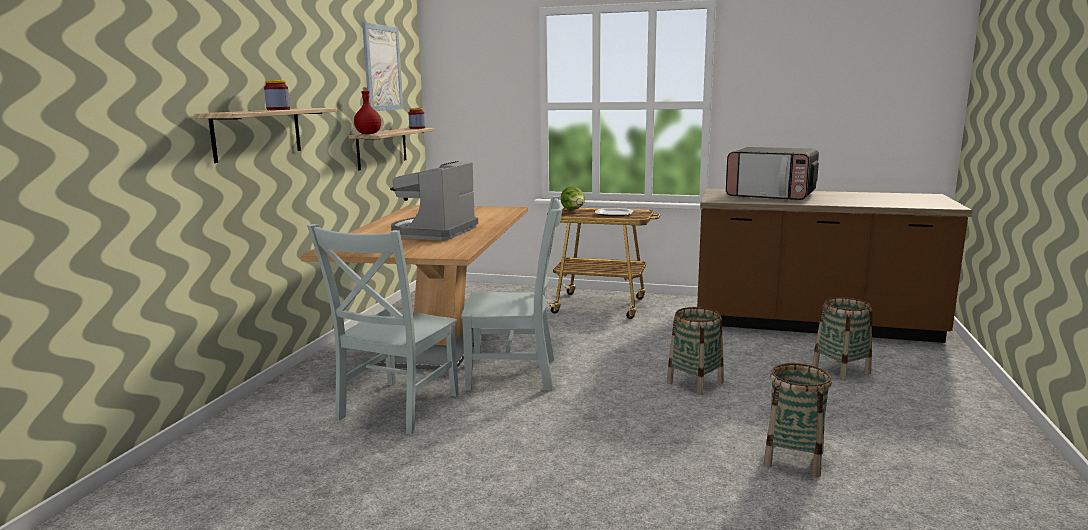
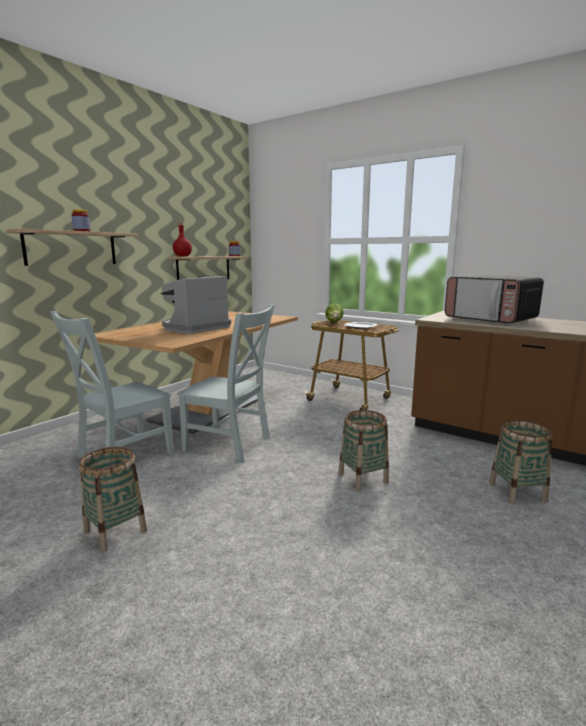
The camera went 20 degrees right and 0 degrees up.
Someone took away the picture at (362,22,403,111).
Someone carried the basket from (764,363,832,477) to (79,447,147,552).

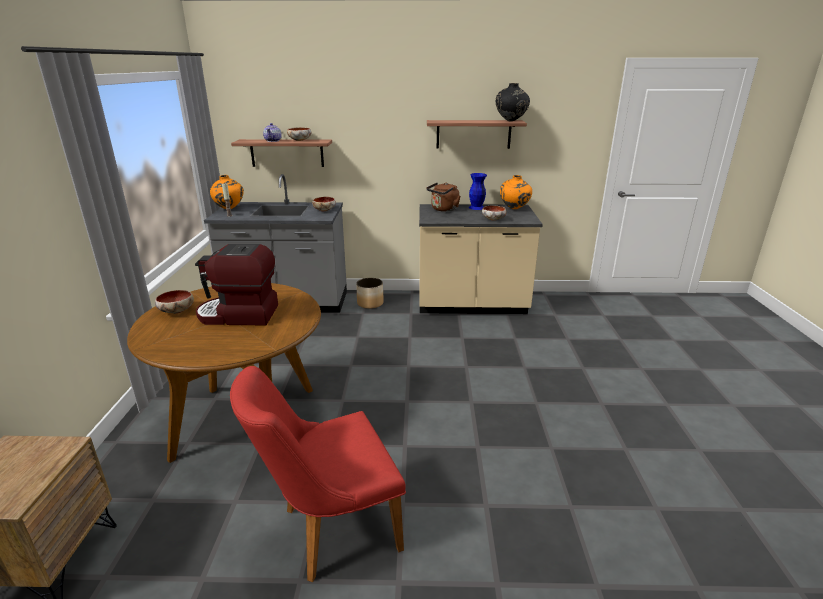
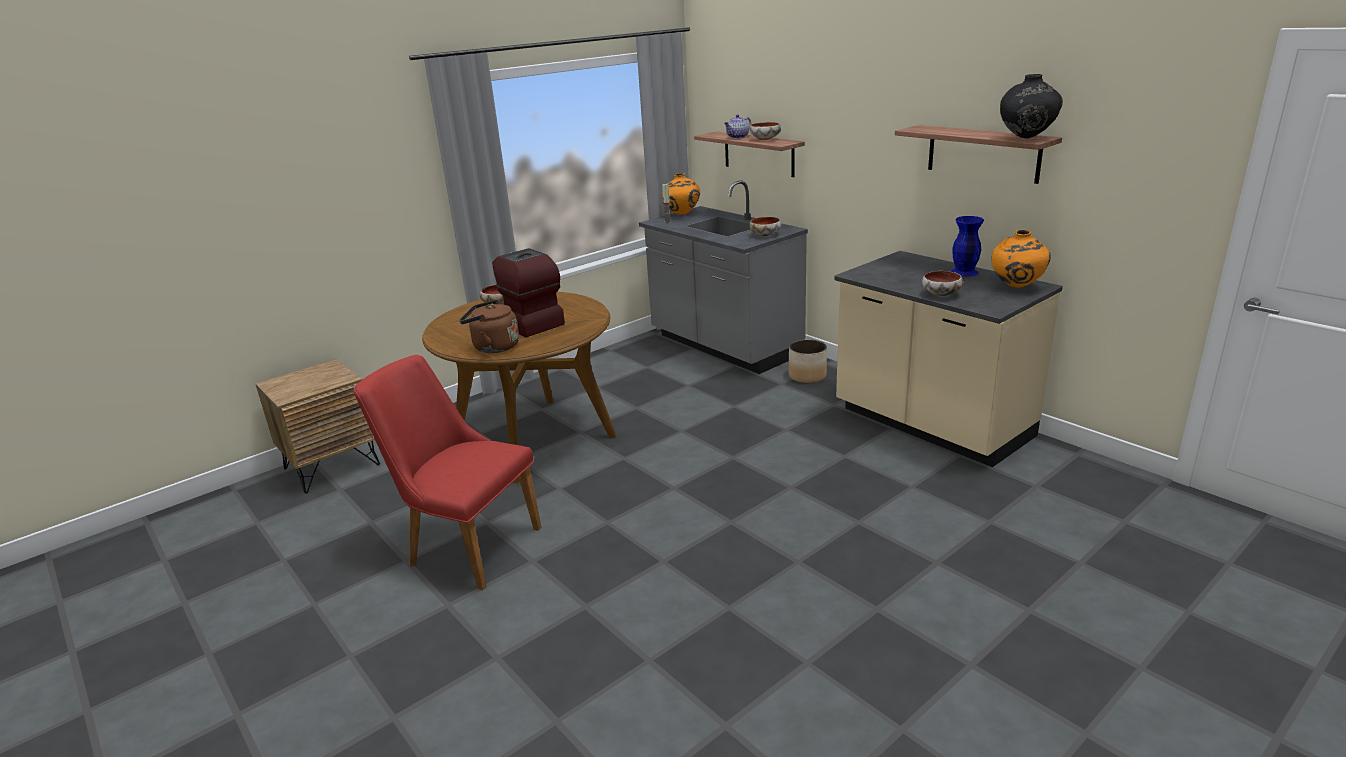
The camera went 50 degrees right and 0 degrees up.
Someone carried the brown kettle from (426,182,460,212) to (459,300,519,353).

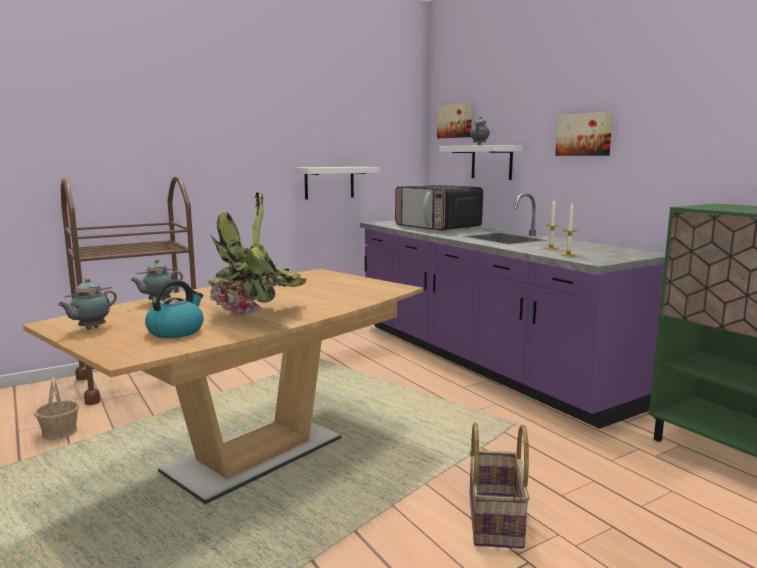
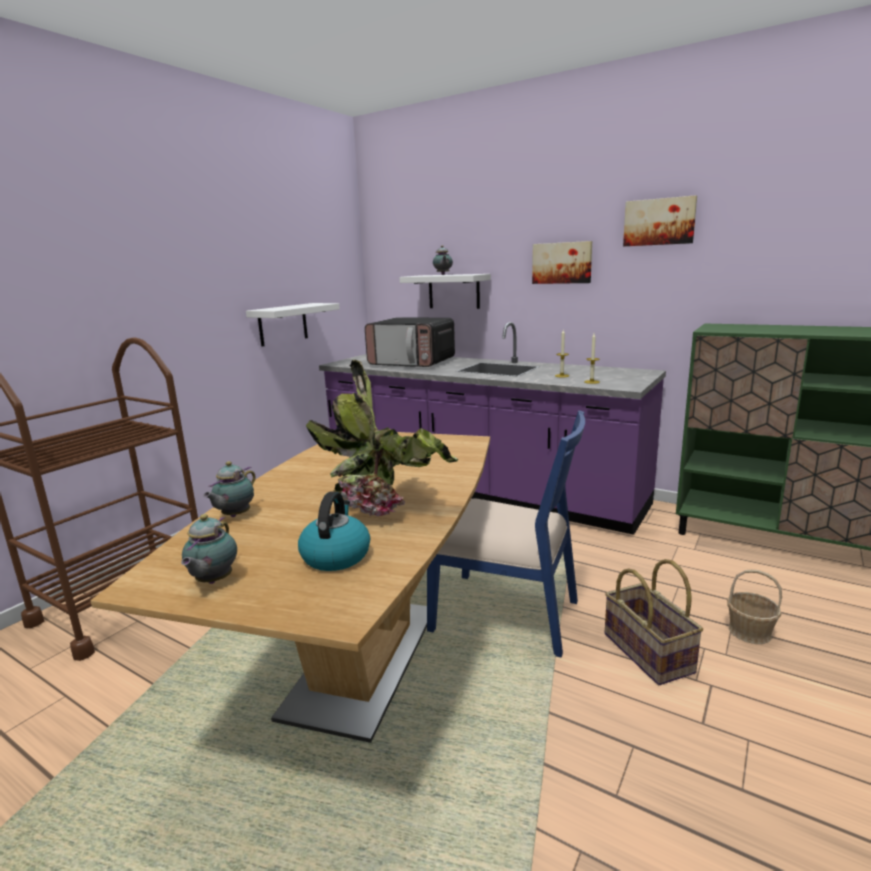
The camera went 25 degrees left and 5 degrees up.
Someone carried the picture from (437,103,472,138) to (623,195,697,246).
Someone carried the basket from (34,377,79,440) to (727,570,782,644).
Someone put down the blue chair at (427,410,585,658).

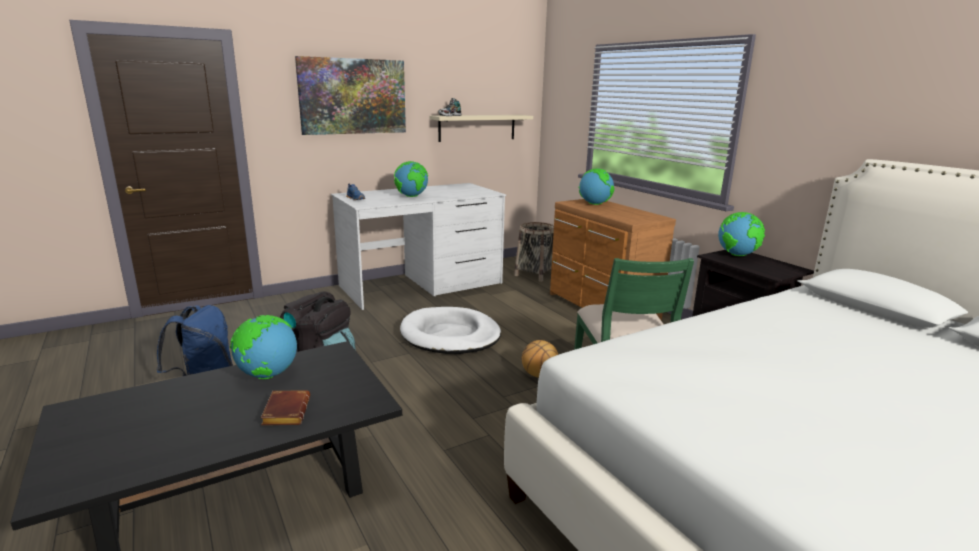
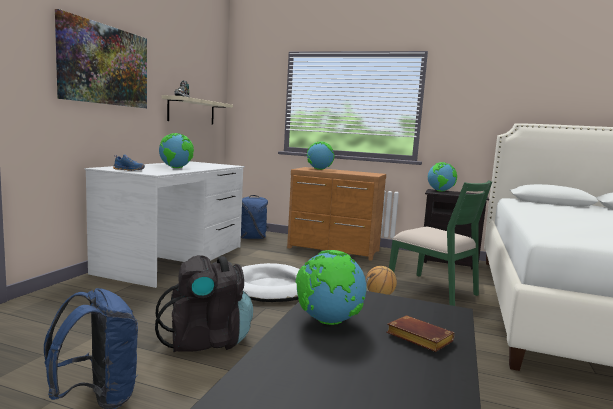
The camera went 40 degrees left and 10 degrees down.
Someone swapped the basket at (514,222,554,282) for the blue backpack at (241,195,269,239).

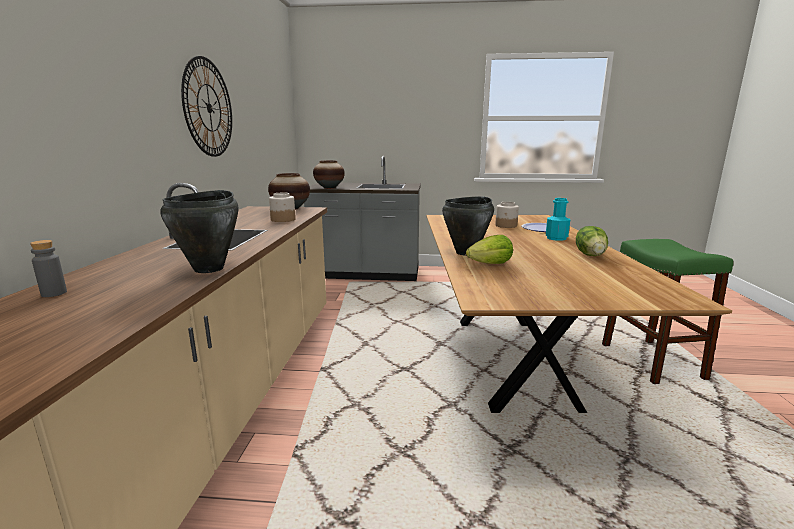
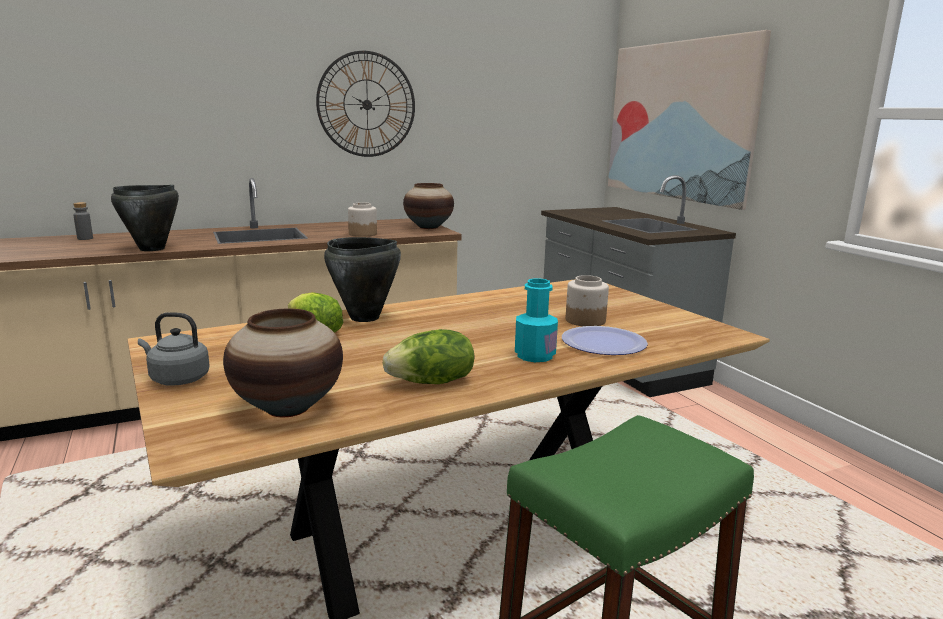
The camera went 60 degrees right and 0 degrees up.
Someone carried the vase from (313,161,345,189) to (223,309,343,417).
Someone put up the picture at (608,30,771,210).
Someone put down the grey kettle at (138,312,210,386).

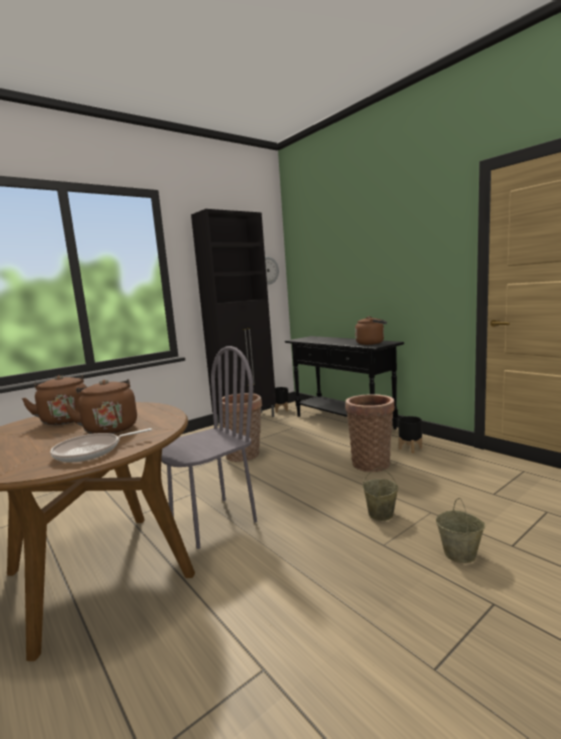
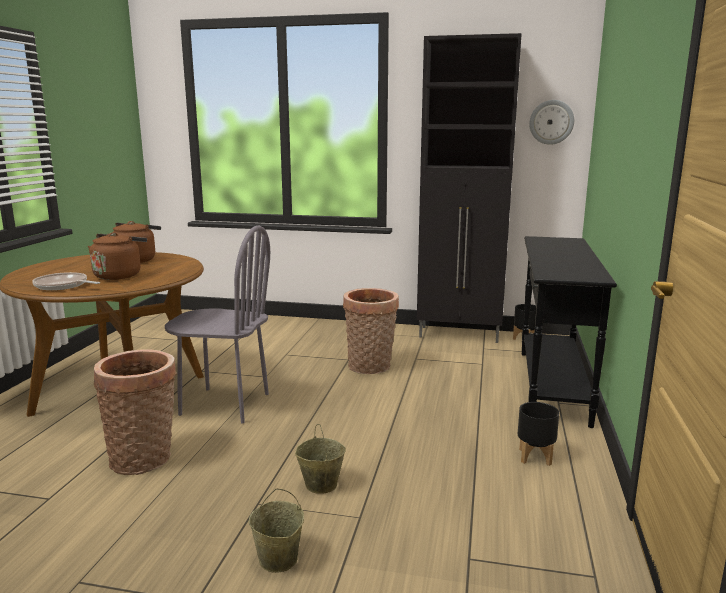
The camera went 50 degrees right and 5 degrees up.
Someone took away the brown kettle at (355,316,387,345).
Someone carried the basket from (345,394,395,472) to (94,350,177,475).

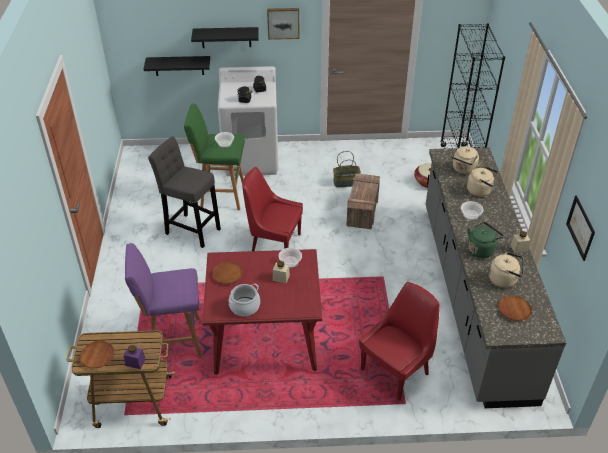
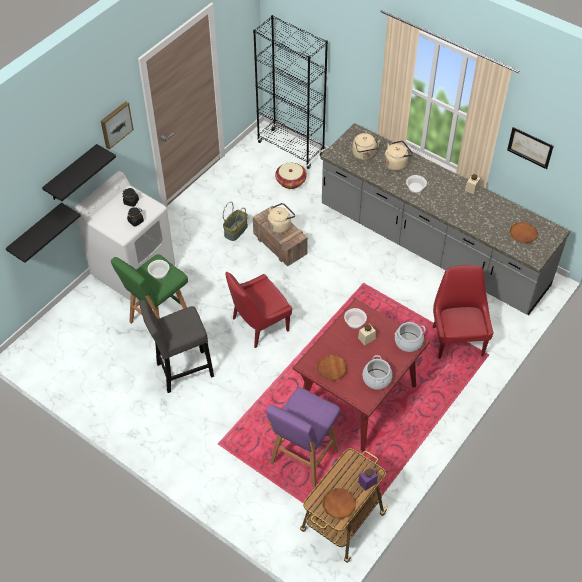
The camera went 50 degrees left and 10 degrees up.
Someone took away the green kettle at (467,222,504,258).
Someone carried the beige kettle from (489,252,524,288) to (268,203,295,233).
Someone put down the cooking pot at (395,322,426,352).

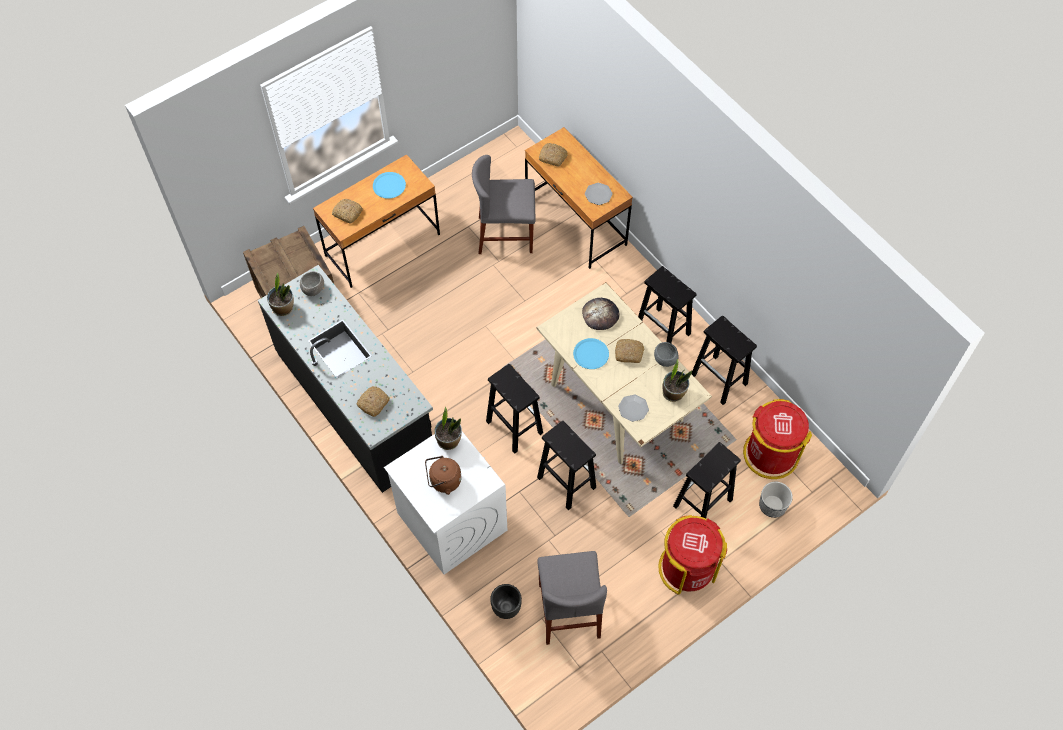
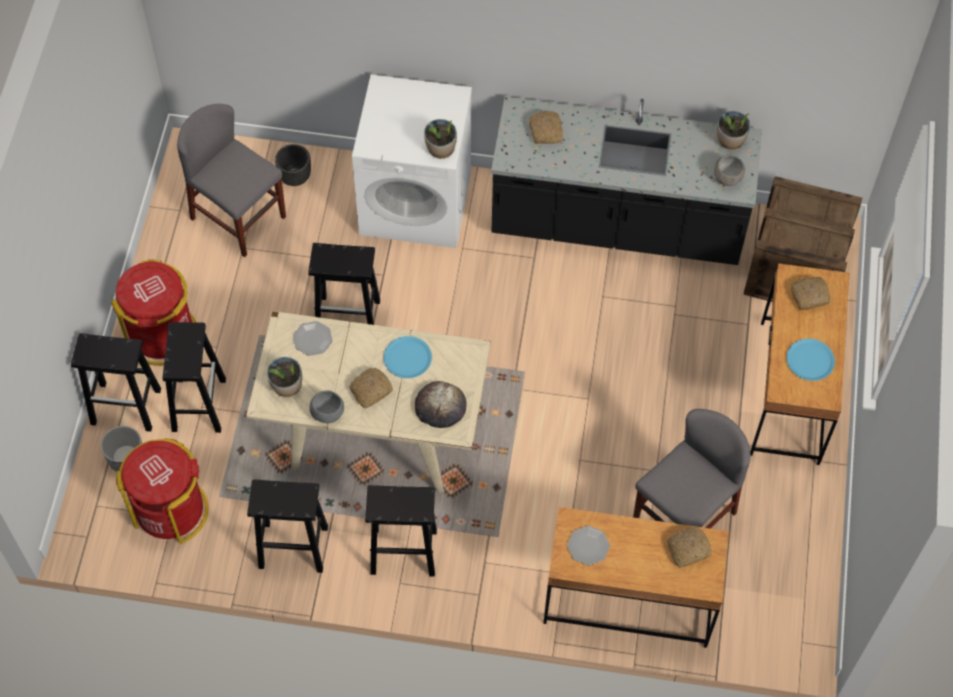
The camera went 135 degrees right and 0 degrees up.
Someone carried the black stool from (486,364,543,454) to (71,333,161,432).
Someone took away the brown kettle at (425,456,462,495).

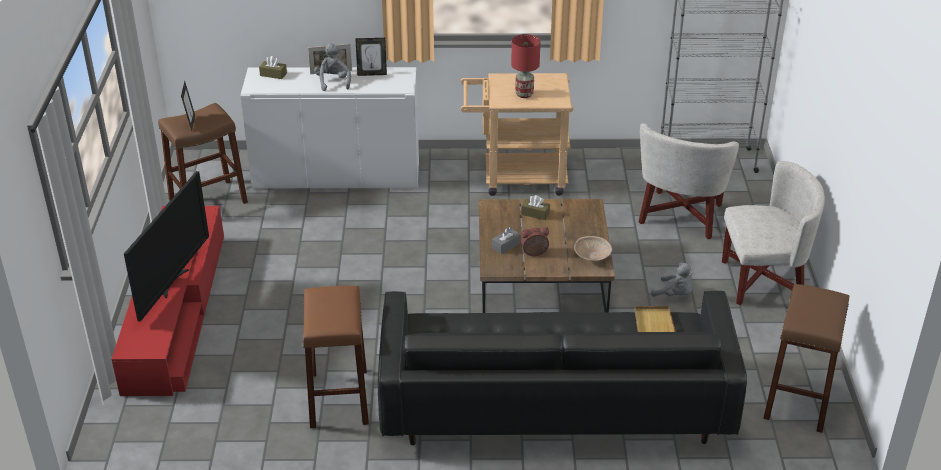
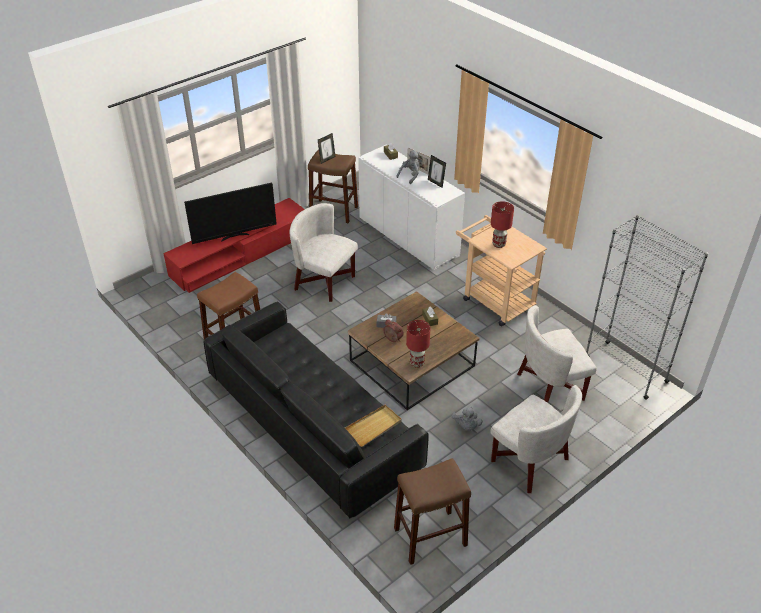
The camera went 50 degrees right and 5 degrees up.
Someone swapped the beige bowl at (574,236,612,261) for the red table lamp at (406,320,430,368).
Someone put down the white armchair at (290,203,358,302).

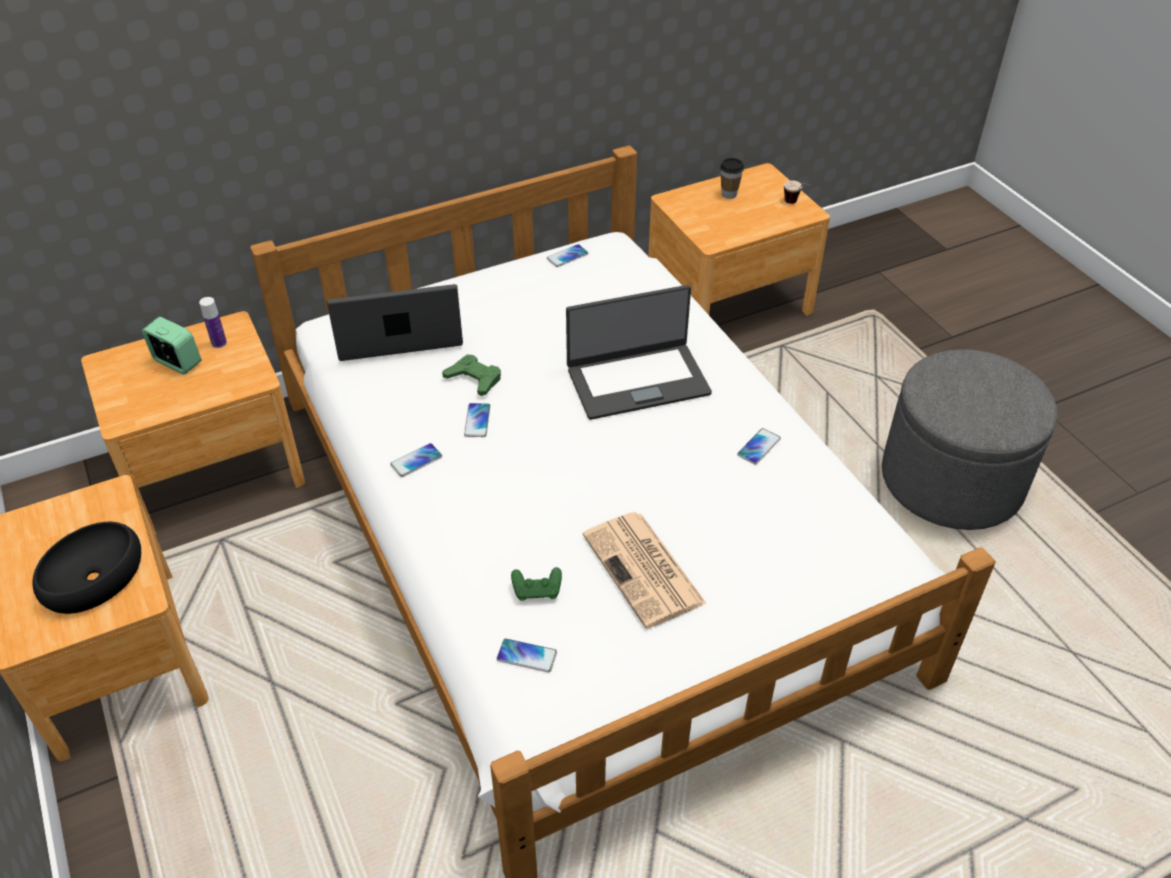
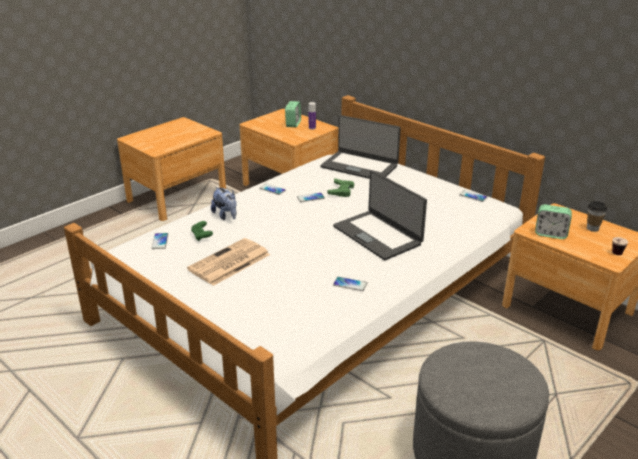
The camera went 70 degrees right and 15 degrees down.
Someone rotated the laptop at (327,284,463,361) by 150 degrees clockwise.
Someone took away the black bowl at (32,522,141,614).
Someone put down the plush toy at (211,187,237,220).
Someone put down the alarm clock at (535,204,572,239).

